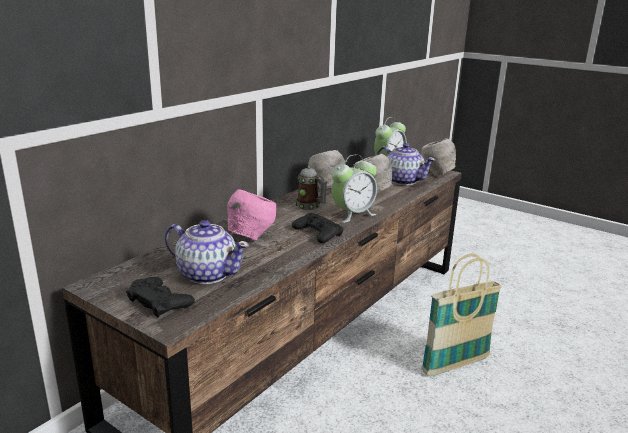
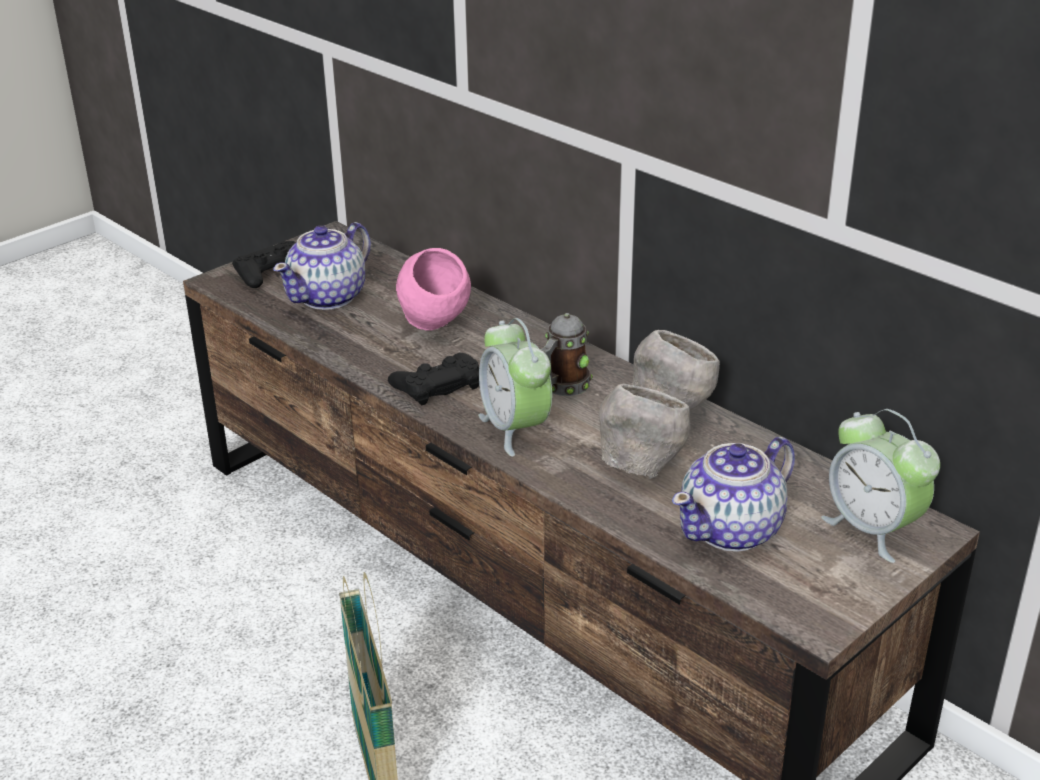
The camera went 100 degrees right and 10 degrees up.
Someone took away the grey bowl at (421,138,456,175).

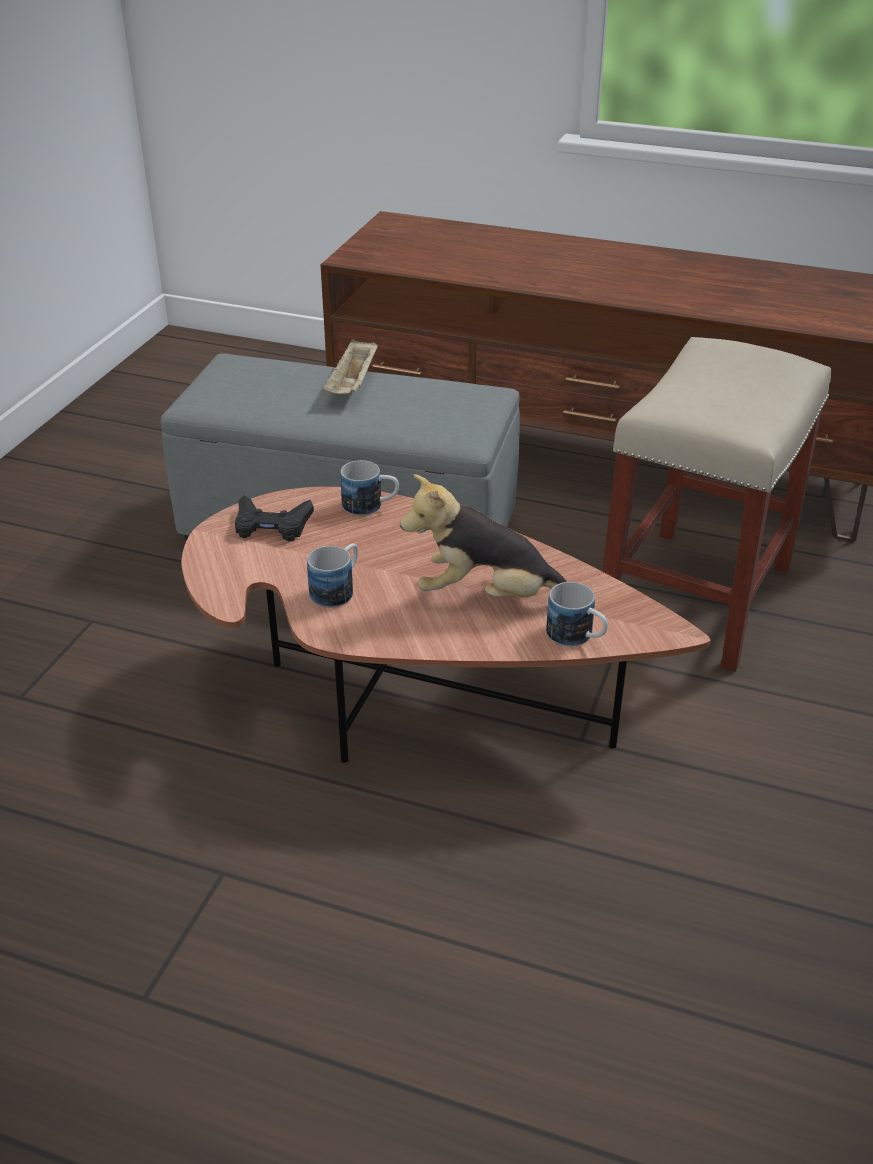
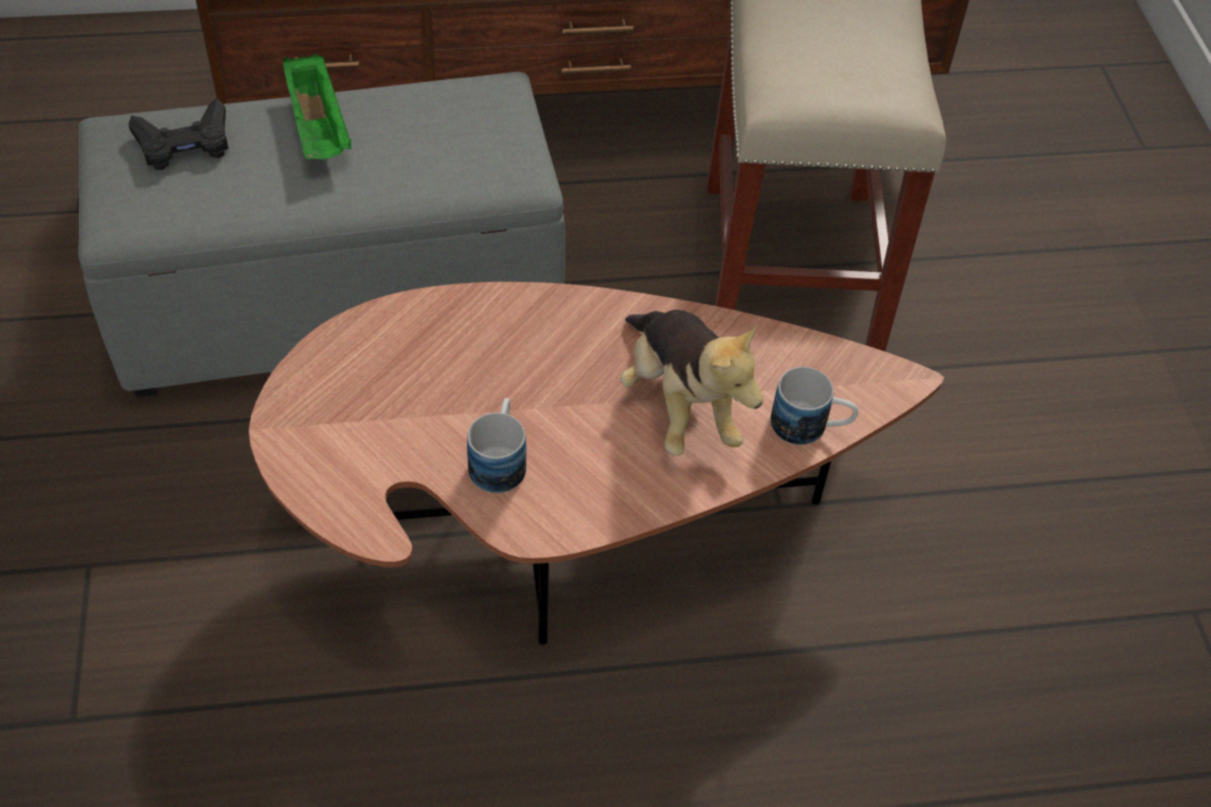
The camera went 30 degrees left and 15 degrees up.
Someone repainted the beige tray at (323,339,378,394), which became the green tray at (283,54,351,159).
Someone took away the mug at (340,460,399,516).
Someone rotated the plush toy at (400,474,567,598) by 90 degrees counterclockwise.
Someone carried the black game controller from (235,496,314,542) to (128,99,229,170).

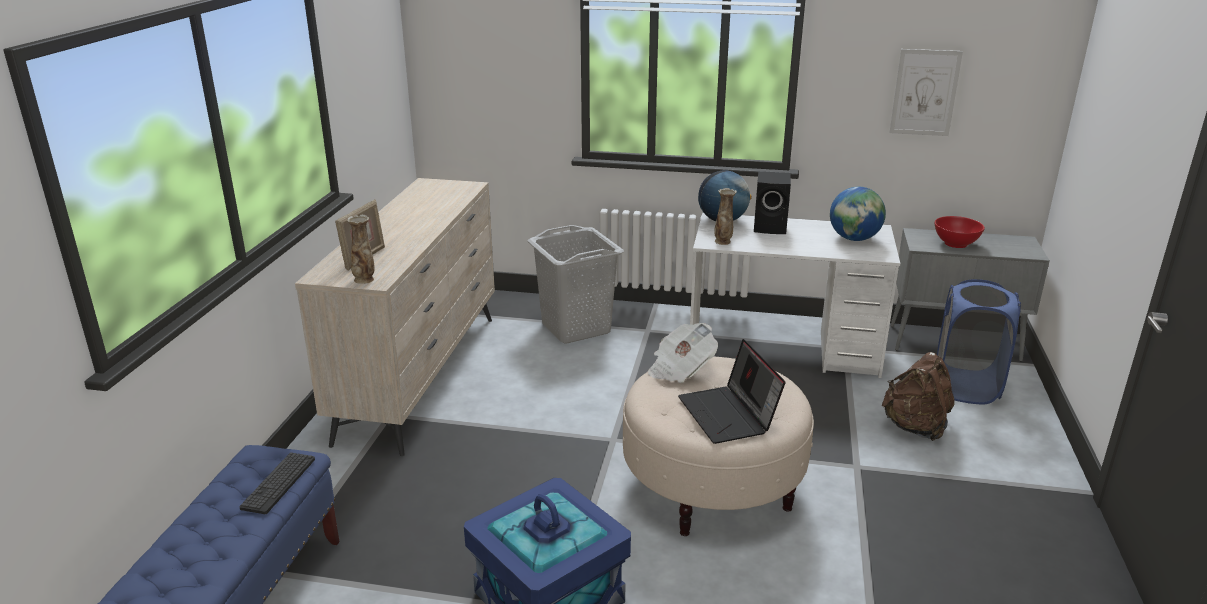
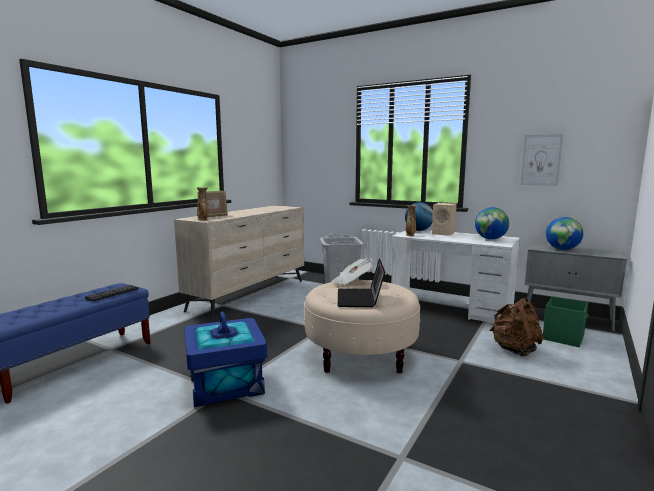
The camera went 20 degrees right and 15 degrees down.
Someone repainted the black speaker at (754,171,791,234), which became the beige speaker at (432,203,457,236).
Someone swapped the red bowl at (935,216,985,248) for the globe at (546,217,583,250).
Someone swapped the blue laundry basket at (937,279,1021,405) for the green storage box at (543,296,588,347).

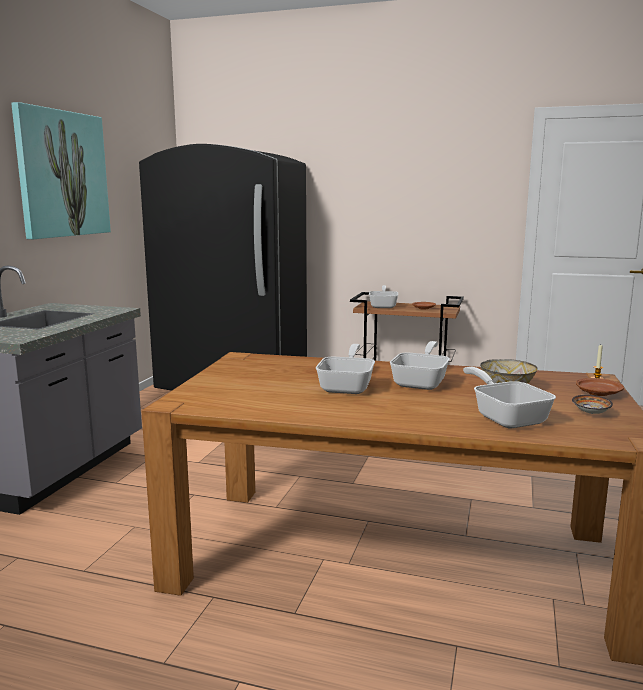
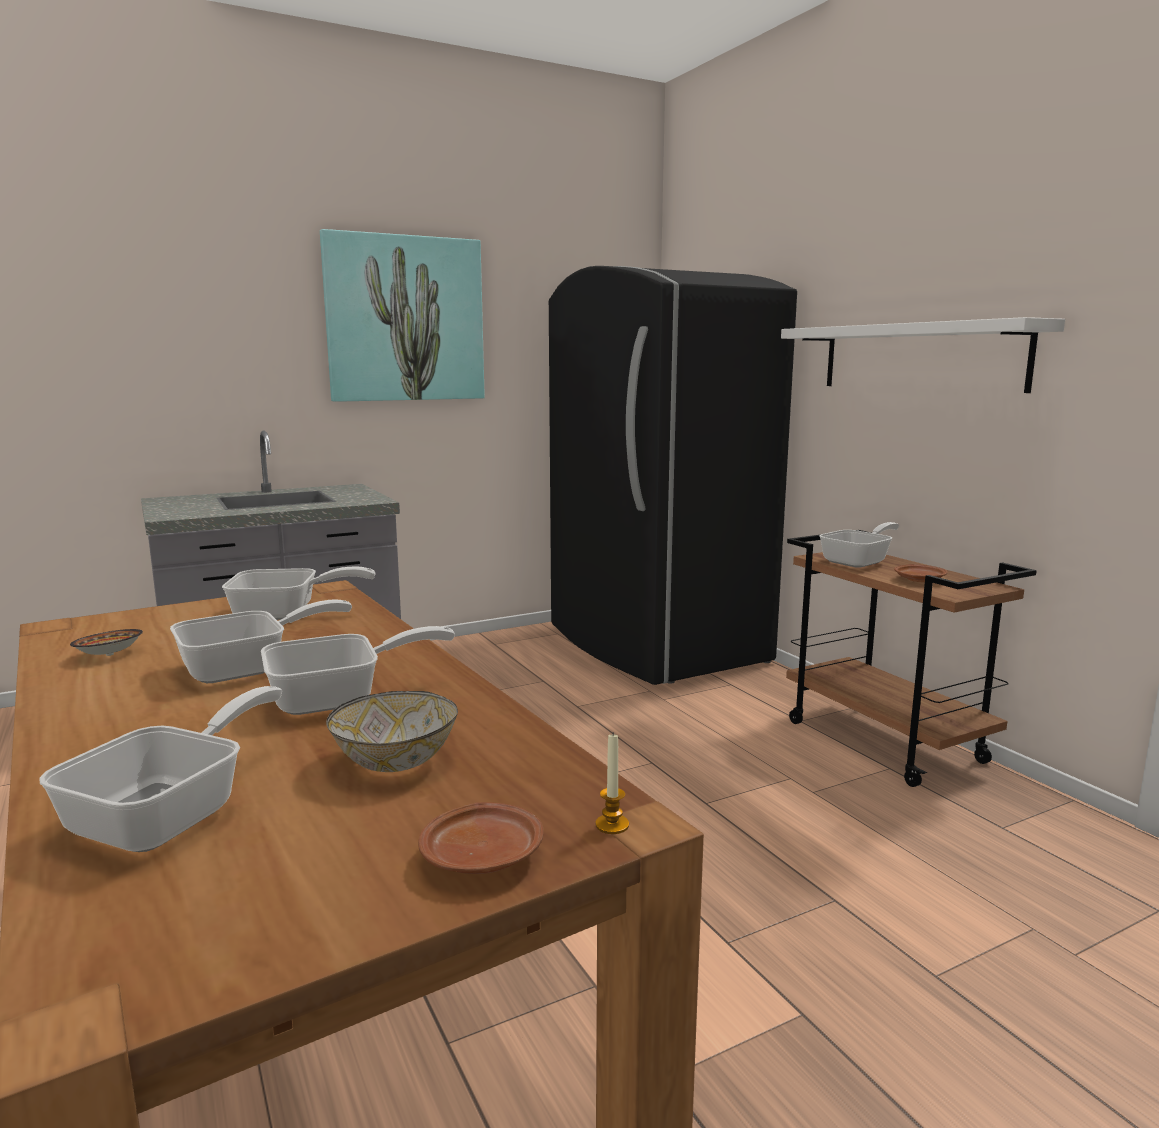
The camera went 45 degrees right and 0 degrees up.
Someone carried the bowl from (572,395,613,414) to (70,629,143,656).
Someone put up the white shelf at (781,317,1065,393).
Someone put down the frying pan at (222,566,376,620).

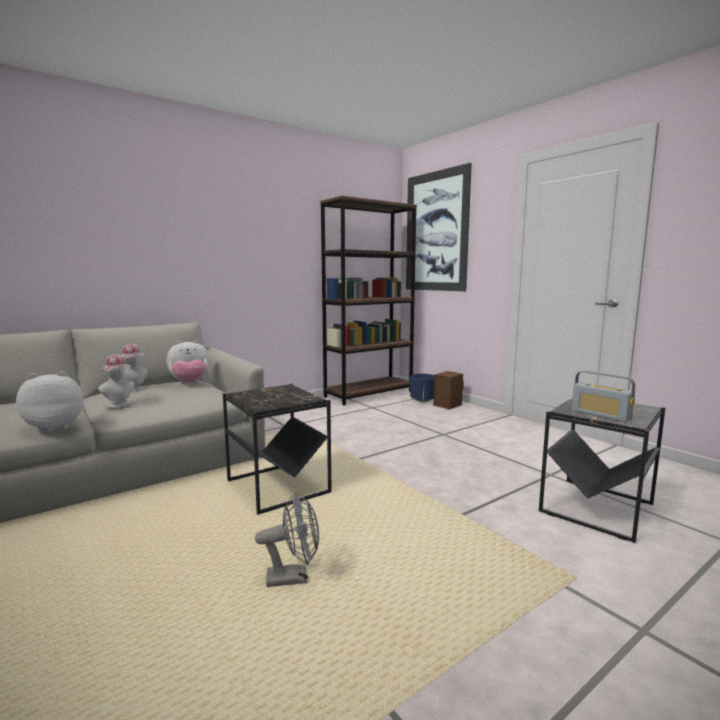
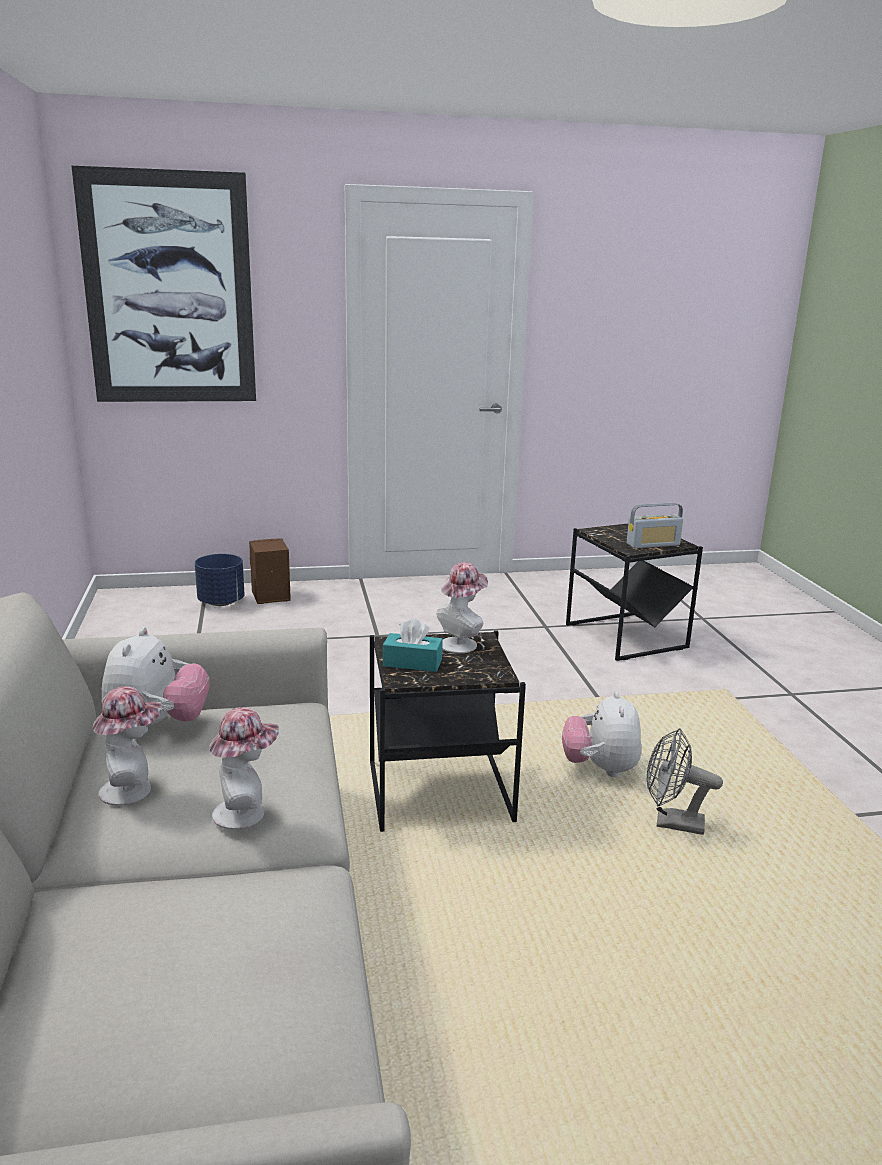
The camera went 65 degrees left and 10 degrees up.
Someone took away the brown bookcase at (320,196,417,405).
Someone carried the plush toy from (16,371,83,432) to (562,691,641,777).
Someone rotated the grey fan at (255,493,319,587) by 90 degrees counterclockwise.
Someone put down the hat at (436,562,488,653).
Someone put down the turquoise tissue box at (383,619,443,672).

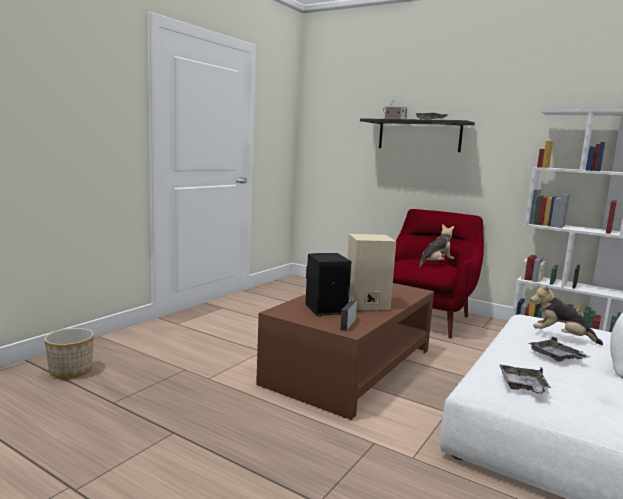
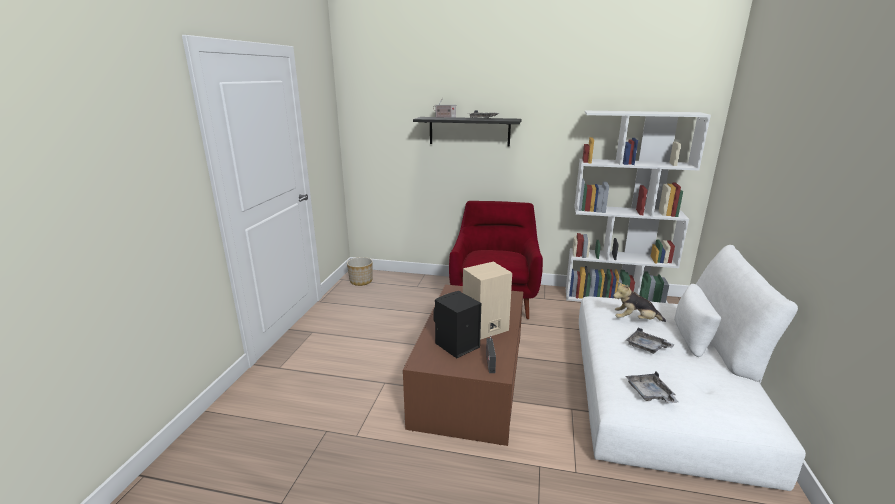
The camera went 20 degrees left and 10 degrees up.
Someone took away the plush toy at (419,224,454,267).
Someone carried the planter from (44,328,94,379) to (347,257,373,286).

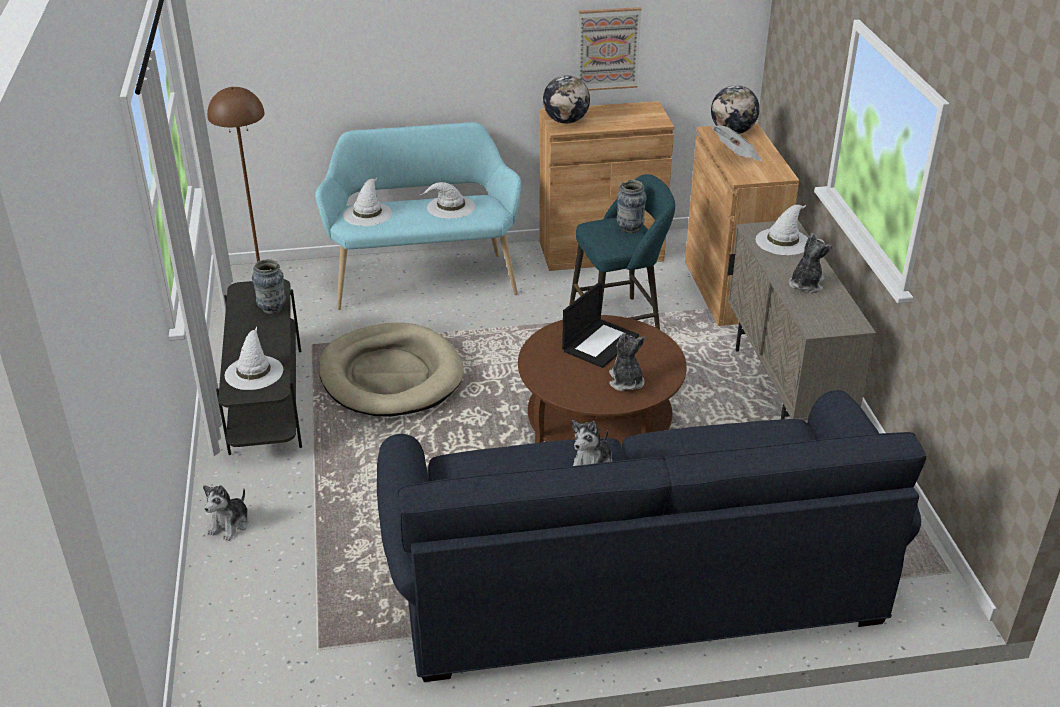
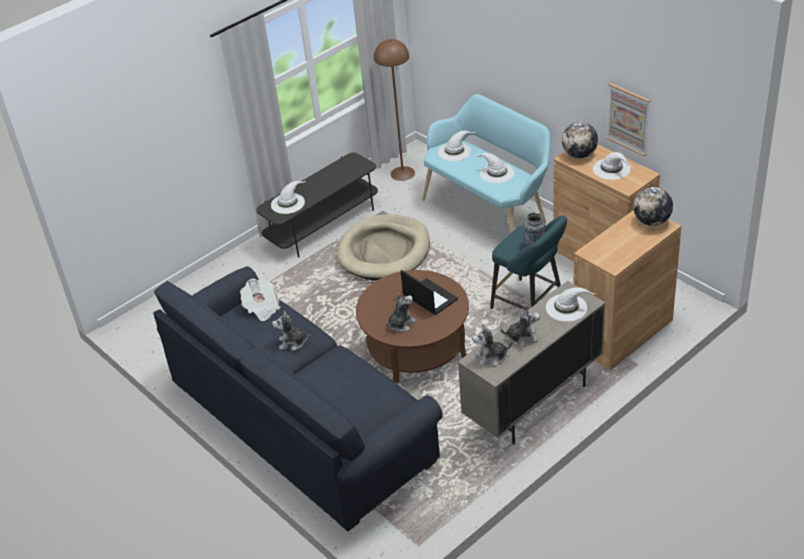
The camera went 60 degrees right and 5 degrees up.
Someone carried the newspaper from (712,125,763,161) to (240,278,281,321).
Someone took away the vase at (252,259,286,314).
Someone rotated the laptop at (562,281,639,368) by 135 degrees counterclockwise.
Someone carried the plush toy from (203,485,249,541) to (472,324,512,366).
Someone put down the white hat at (593,152,631,180).

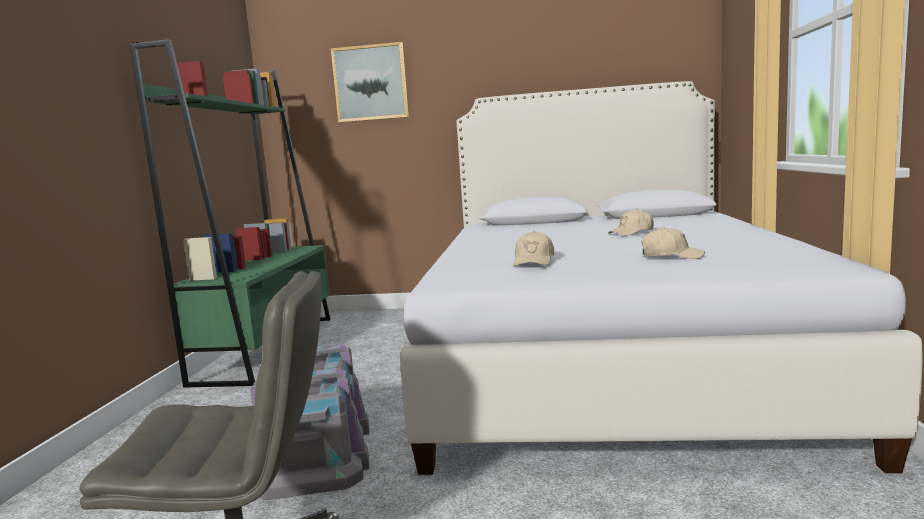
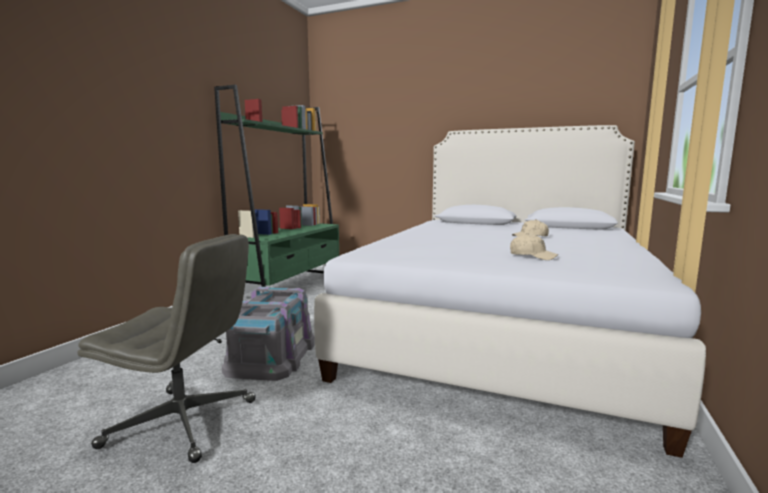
The camera went 15 degrees right and 0 degrees up.
Someone took away the picture at (331,42,409,122).
Someone took away the beige cap at (513,231,554,266).

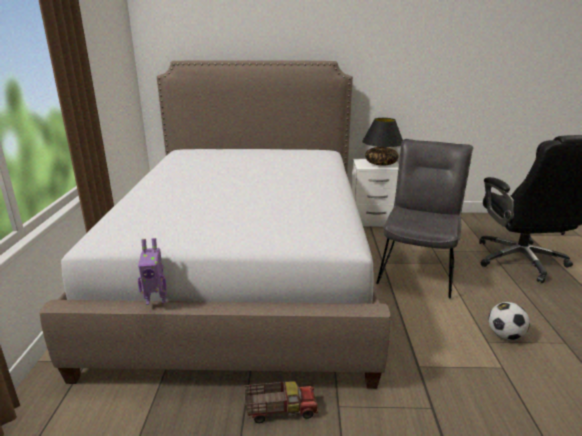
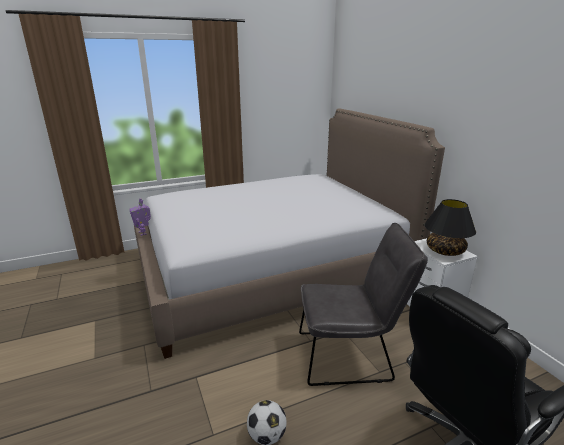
The camera went 65 degrees right and 0 degrees up.
Someone took away the toy truck at (244,381,318,423).

